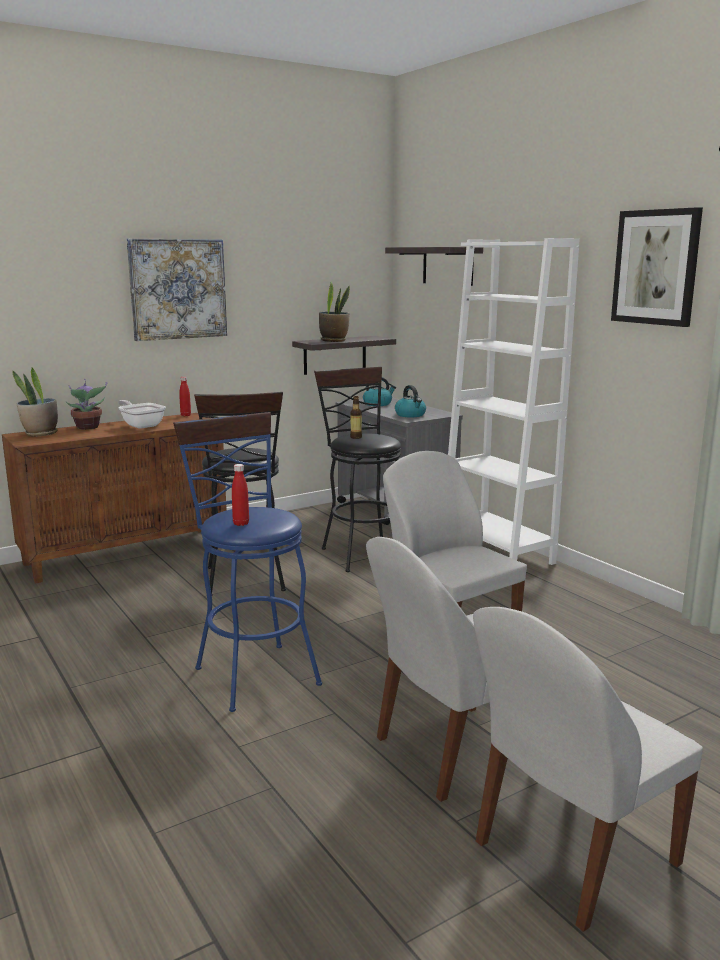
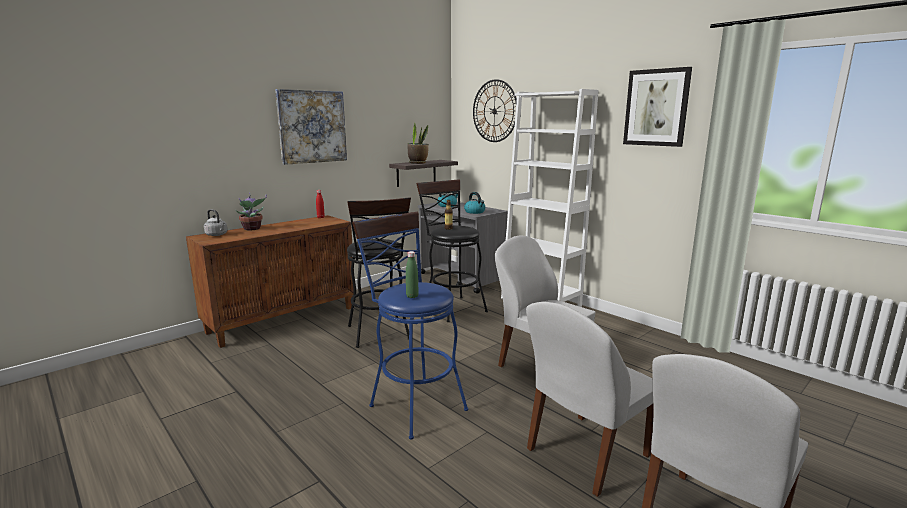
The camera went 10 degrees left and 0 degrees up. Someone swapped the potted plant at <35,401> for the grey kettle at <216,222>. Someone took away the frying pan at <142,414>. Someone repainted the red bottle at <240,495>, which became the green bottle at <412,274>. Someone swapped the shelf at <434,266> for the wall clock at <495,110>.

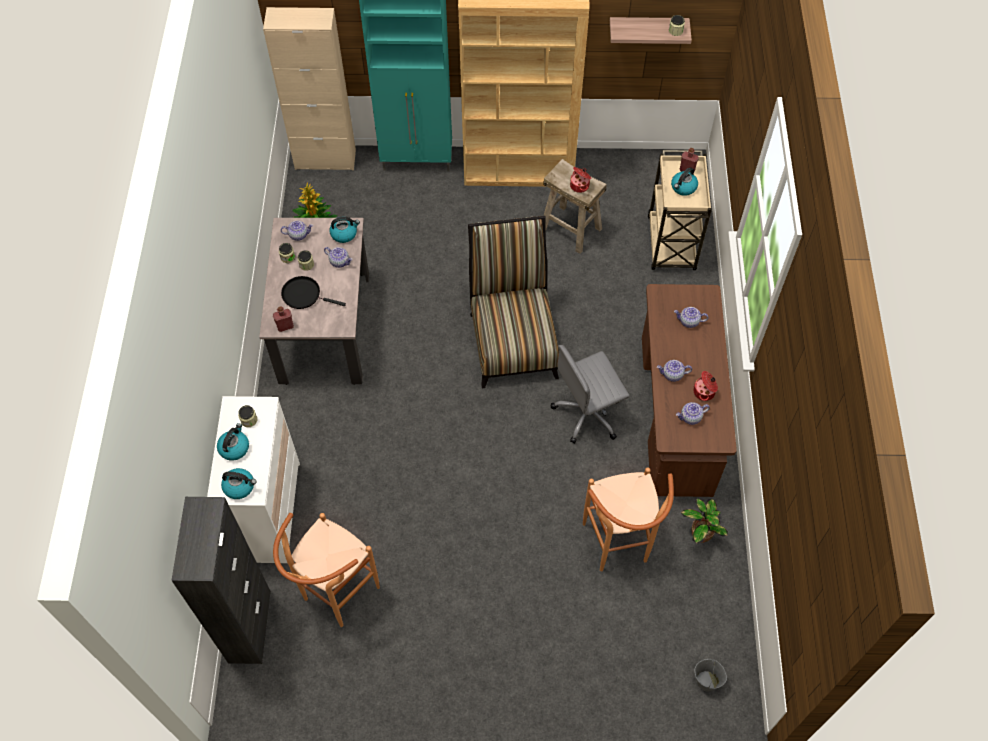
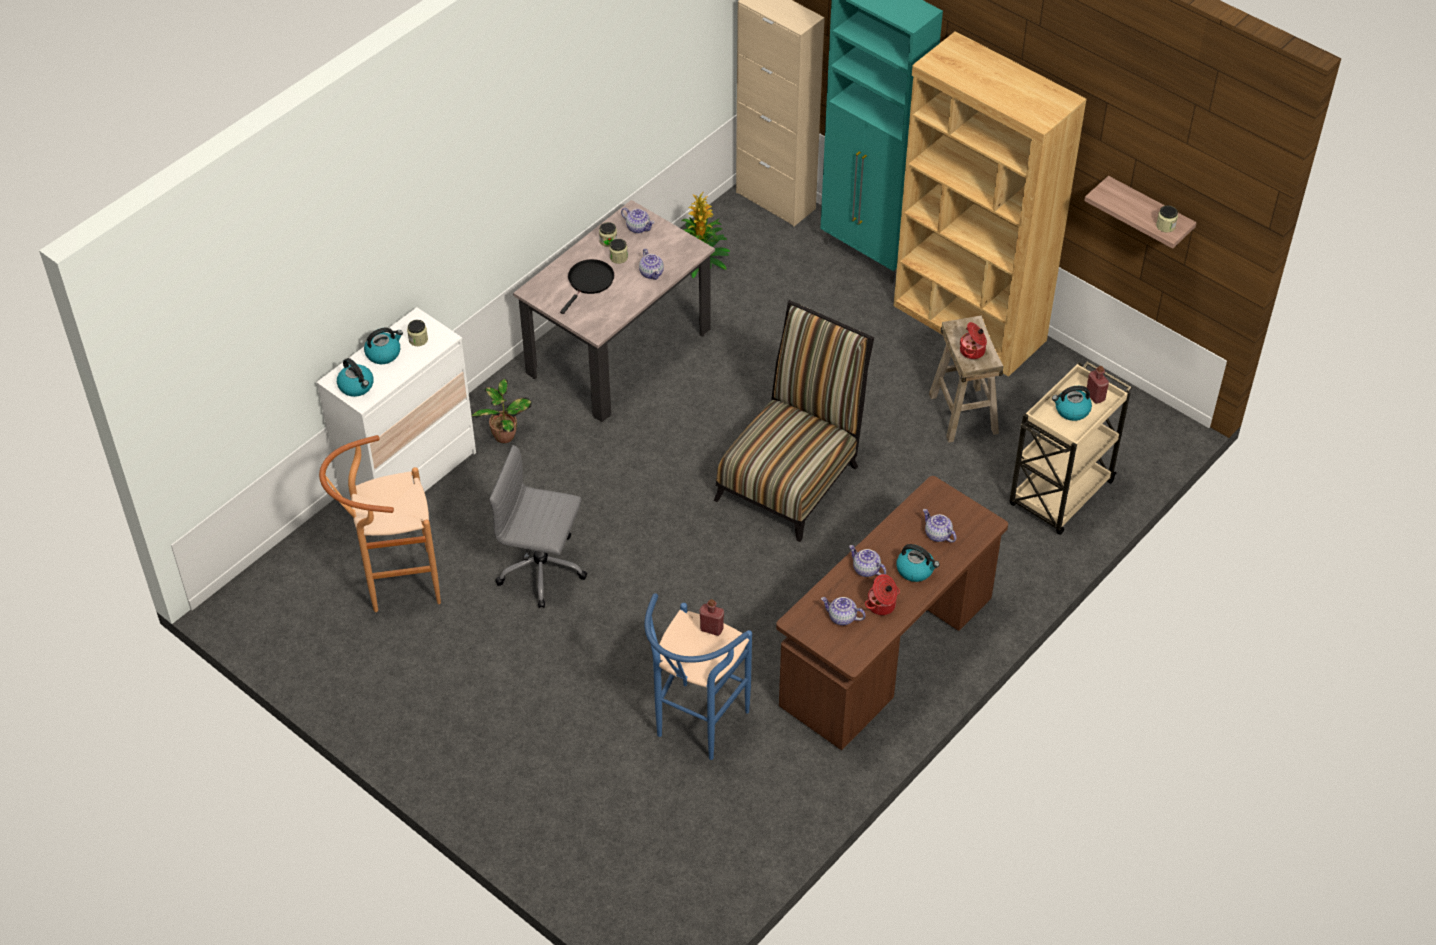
The camera went 40 degrees right and 10 degrees down. Someone took away the black cabinet at <221,580>. Someone carried the red bottle from <283,319> to <712,617>. Someone rotated the black frying pan at <313,292> by 60 degrees clockwise. Someone carried the kettle from <345,230> to <918,563>. Someone carried the grey office chair from <590,394> to <538,526>. Someone repainted the brown stool at <628,519>, which became the blue stool at <698,676>. Someone carried the potted plant from <704,521> to <501,411>. Someone took away the grey bucket at <711,675>.

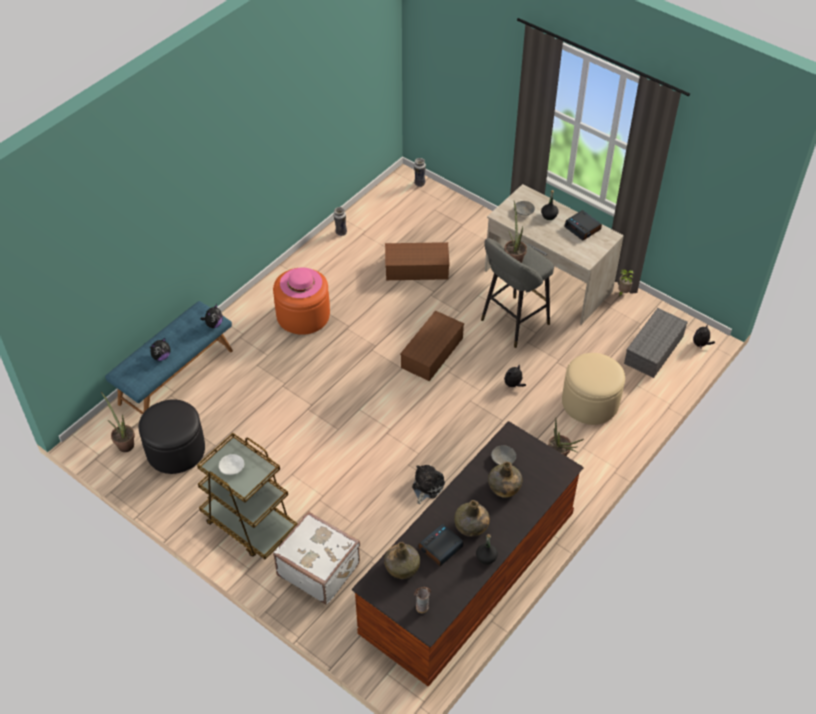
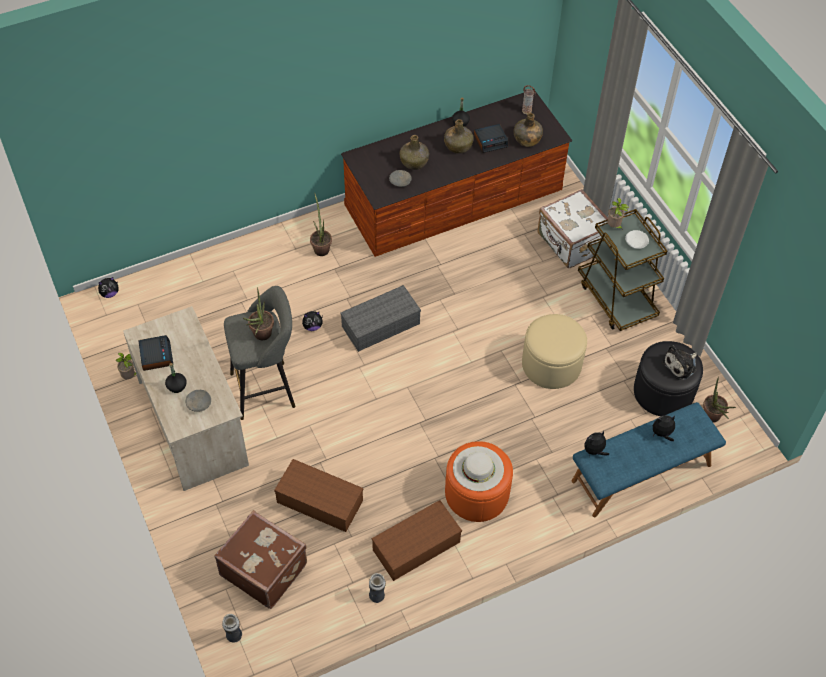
The camera went 155 degrees left and 5 degrees up. Someone repainted the pink hat at <301,283>, which became the white hat at <478,468>. Someone carried the brown storage box from <432,345> to <417,540>. Someone carried the plush toy from <428,484> to <679,362>. Someone carried the beige ottoman from <593,389> to <554,351>. Someone carried the grey storage box from <656,343> to <380,318>. Someone put down the brown suitcase at <260,559>. Someone put down the potted plant at <618,214>.

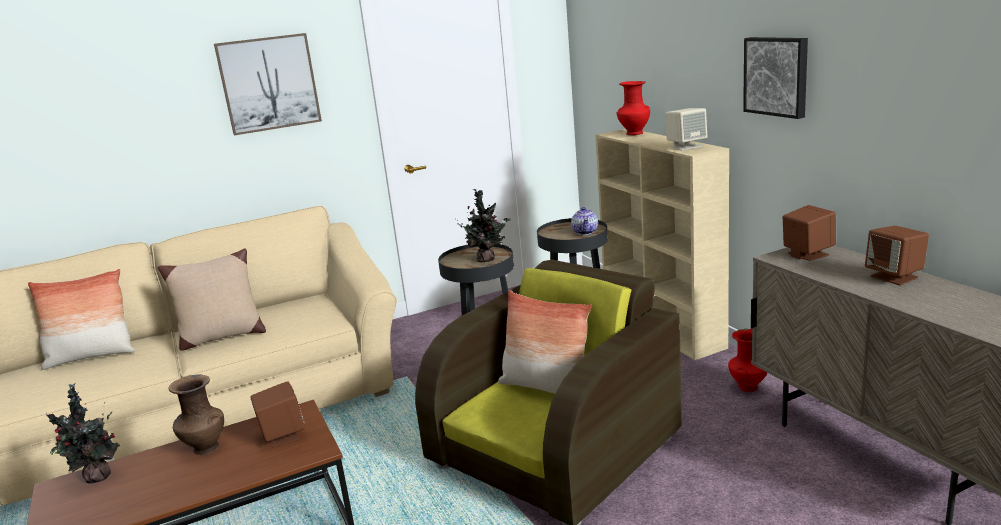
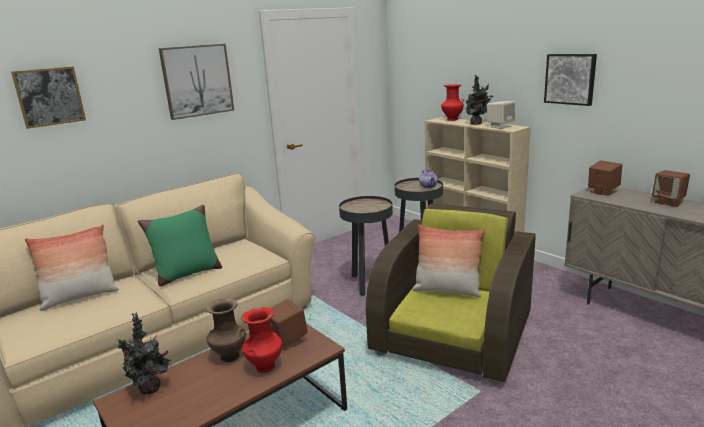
The camera went 15 degrees left and 0 degrees up. Someone repainted the beige pillow at <211,299>, which became the green pillow at <180,245>. Someone carried the potted plant from <484,225> to <477,100>. Someone carried the red vase from <747,360> to <262,340>. Someone put up the picture at <48,97>.

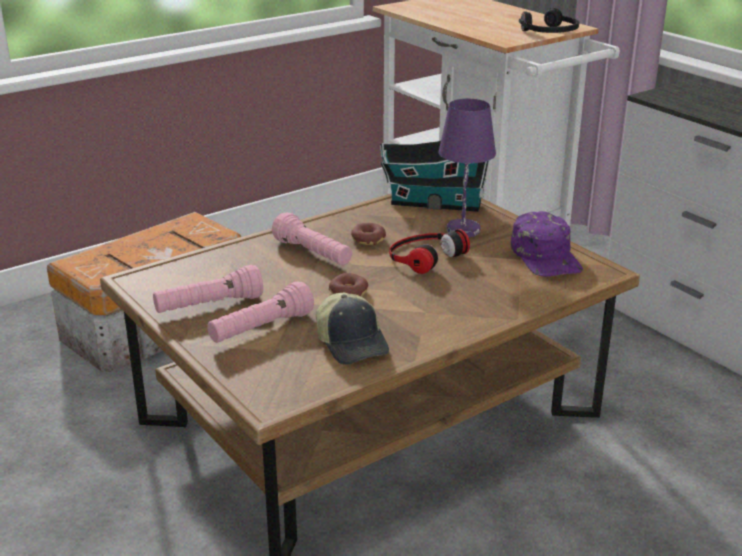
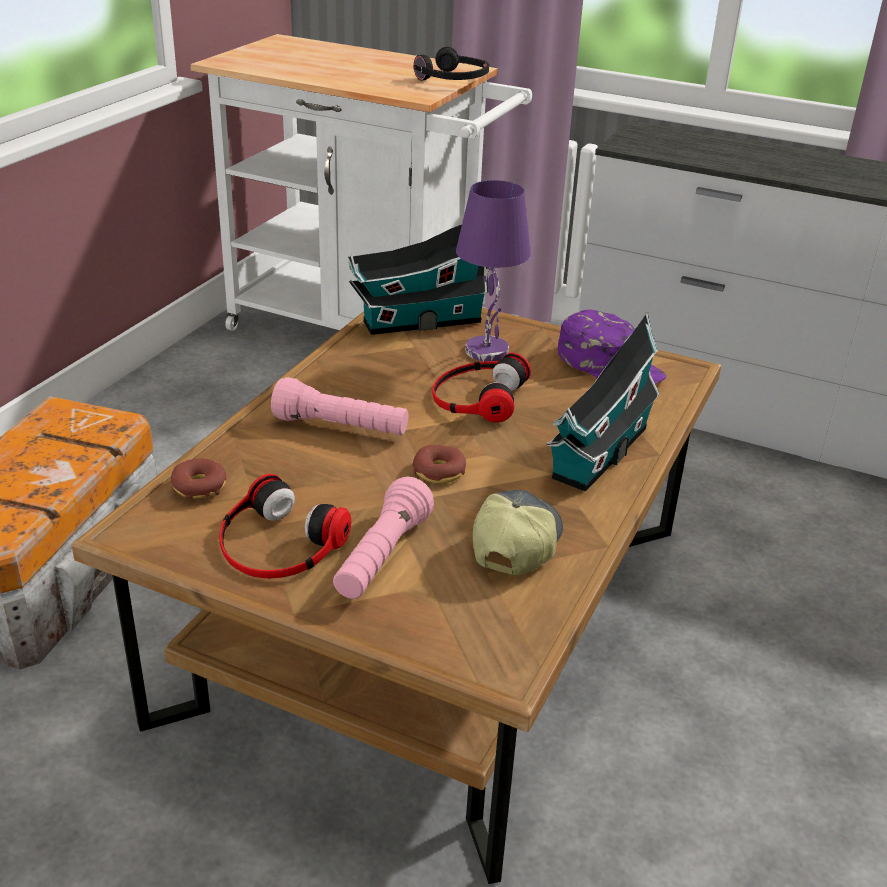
The camera went 30 degrees left and 5 degrees up. Someone swapped the pink flashlight at <208,289> for the headphones at <285,526>. Someone rotated the cap at <352,329> by 105 degrees counterclockwise. Someone carried the donut from <368,234> to <199,478>. Someone put down the toy house at <603,402>.

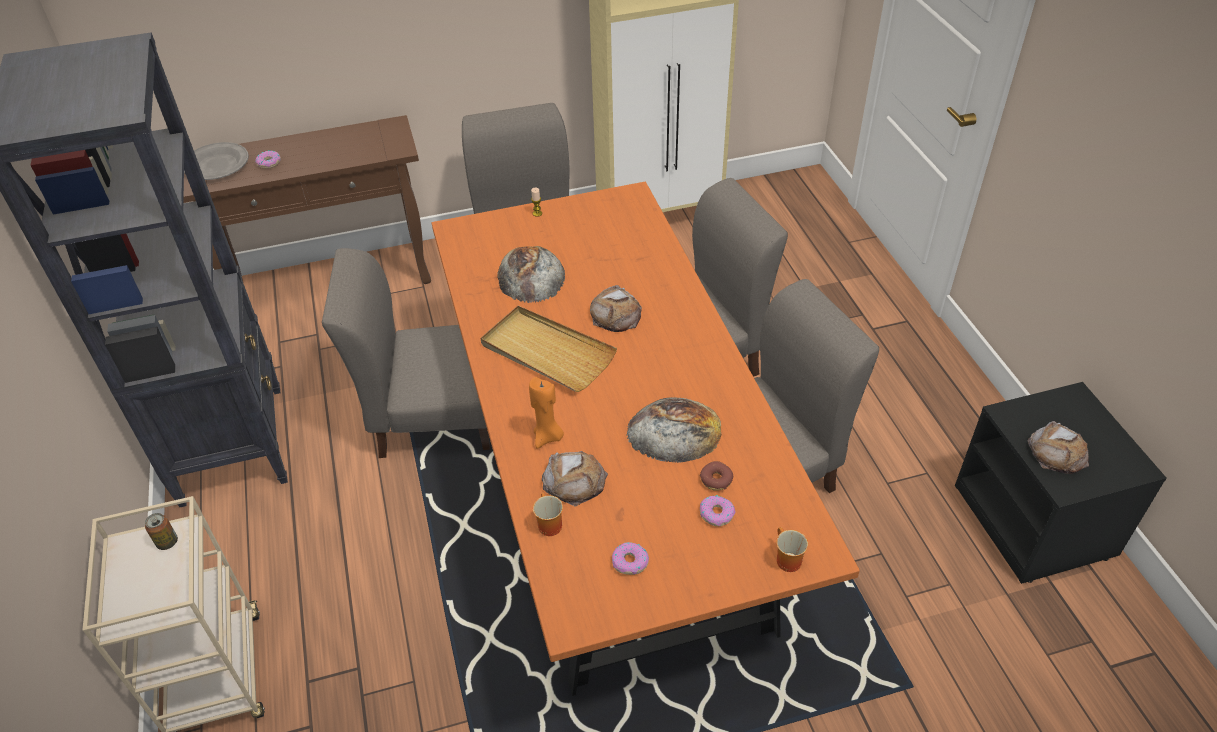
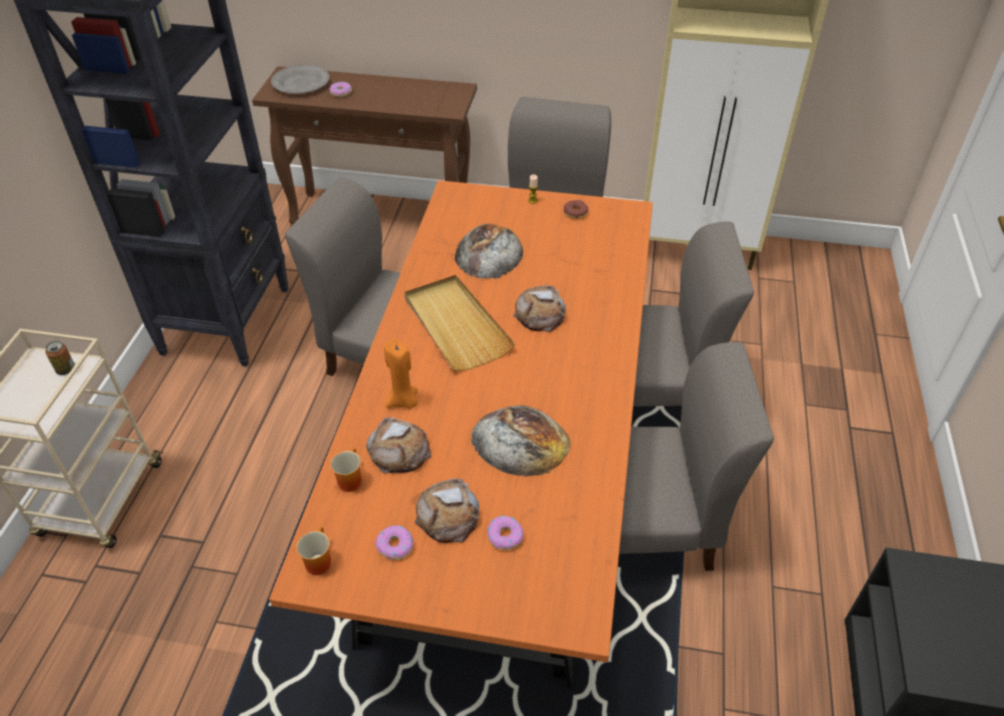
The camera went 25 degrees right and 0 degrees up. Someone carried the donut from <716,476> to <576,209>. Someone carried the mug from <792,549> to <313,551>. Someone carried the bread from <1058,447> to <447,510>.

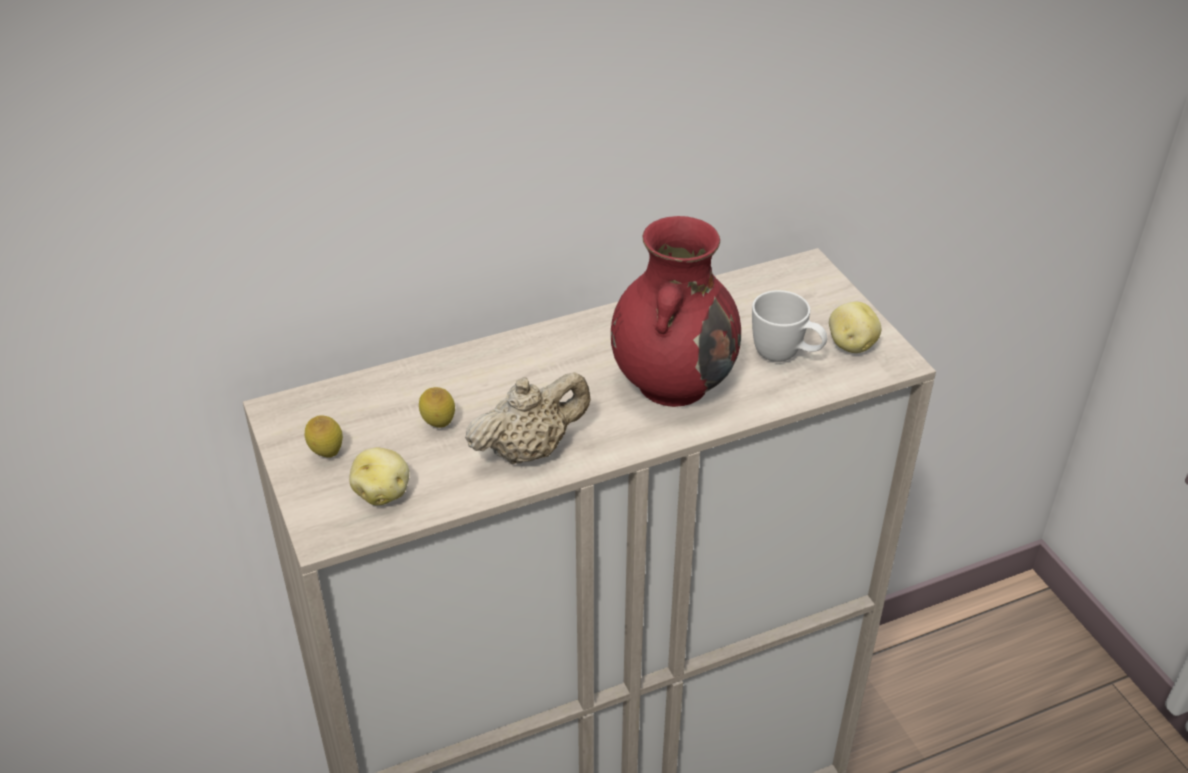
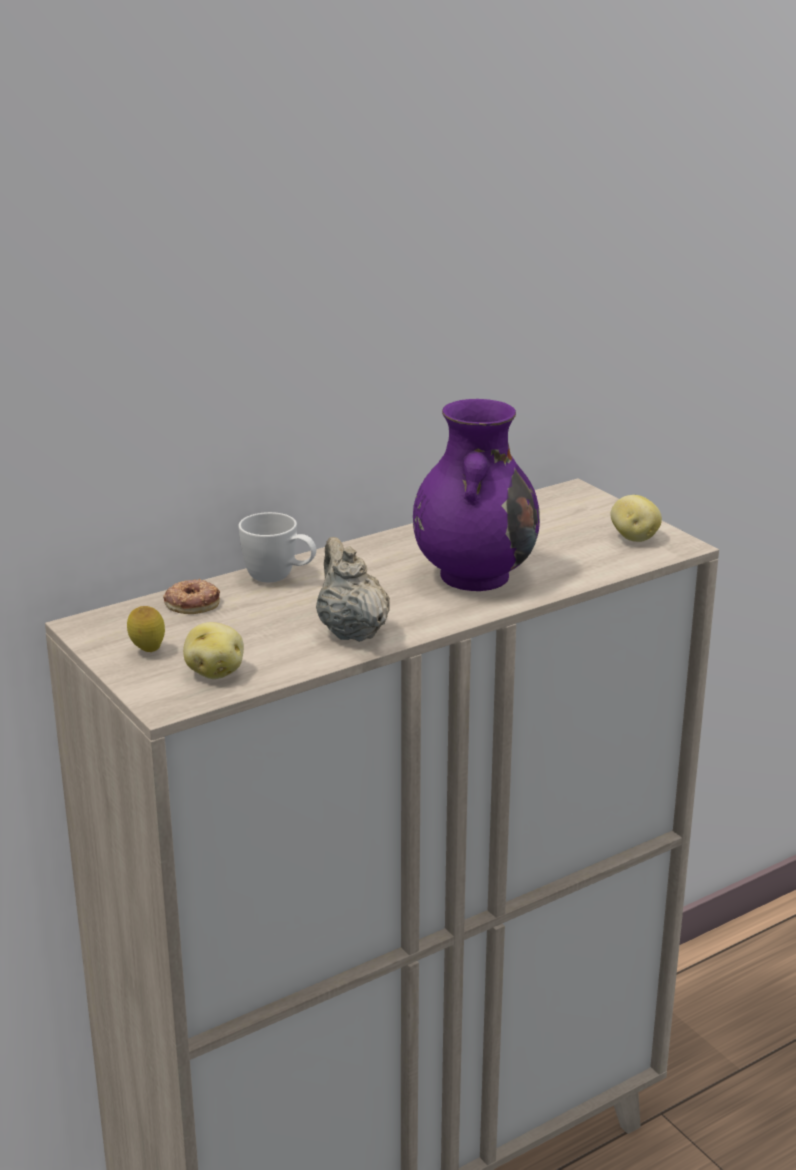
The camera went 10 degrees left and 15 degrees down. Someone took away the lemon at <437,407>. Someone rotated the beige teapot at <528,418> by 75 degrees counterclockwise. Someone repainted the red vase at <676,311>, which became the purple vase at <476,495>. Someone carried the white mug from <789,326> to <277,547>. Someone put down the donut at <191,596>.

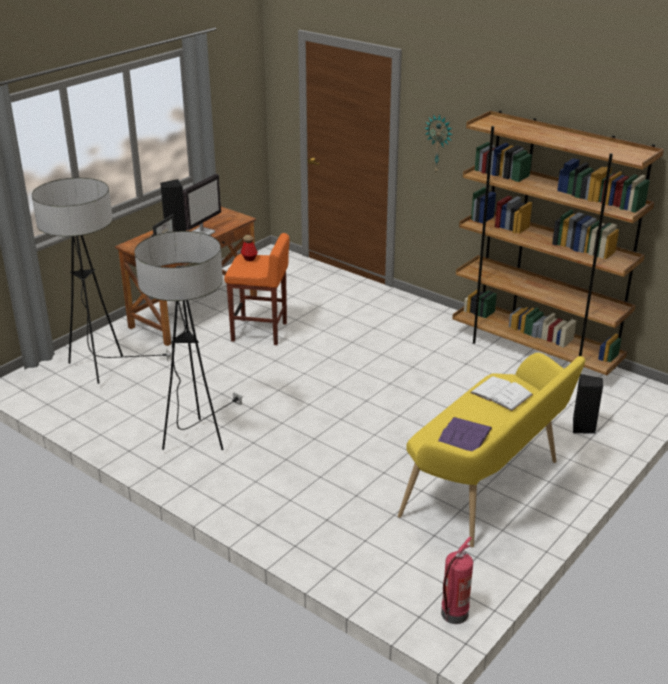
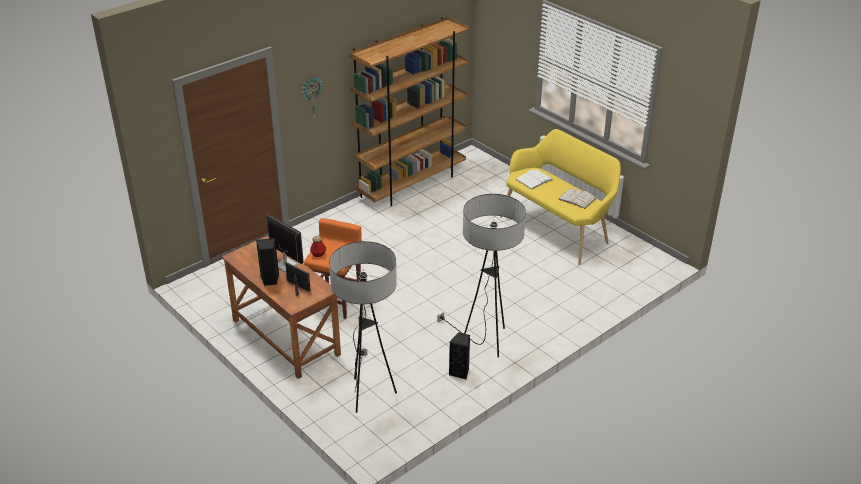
The camera went 80 degrees left and 5 degrees up. Someone repainted the purple book at <465,434>, which became the white book at <577,198>. Someone took away the fire extinguisher at <457,580>. Someone carried the black speaker from <588,404> to <459,355>.

